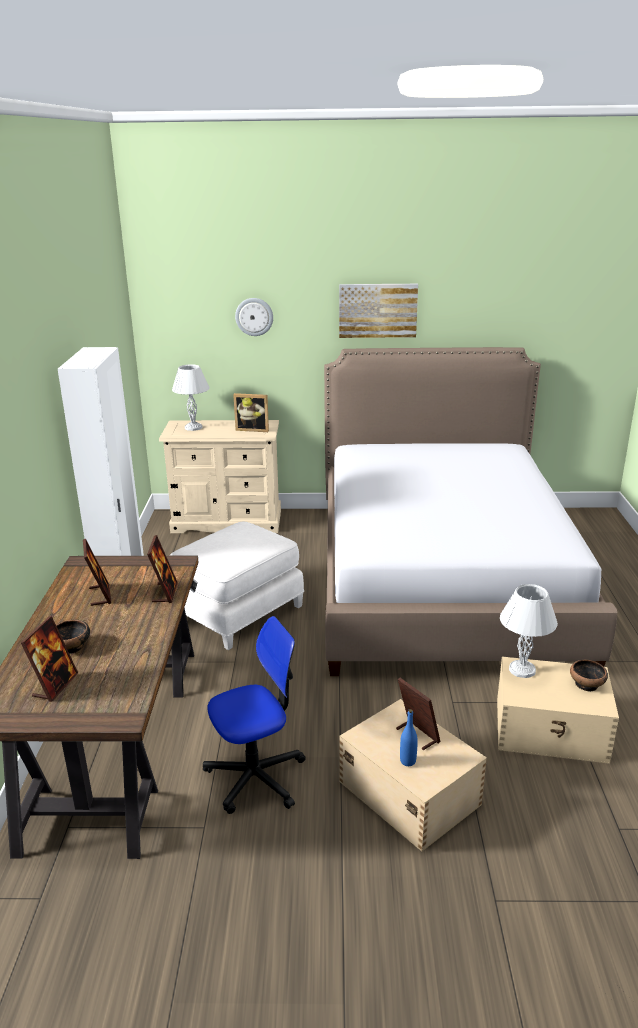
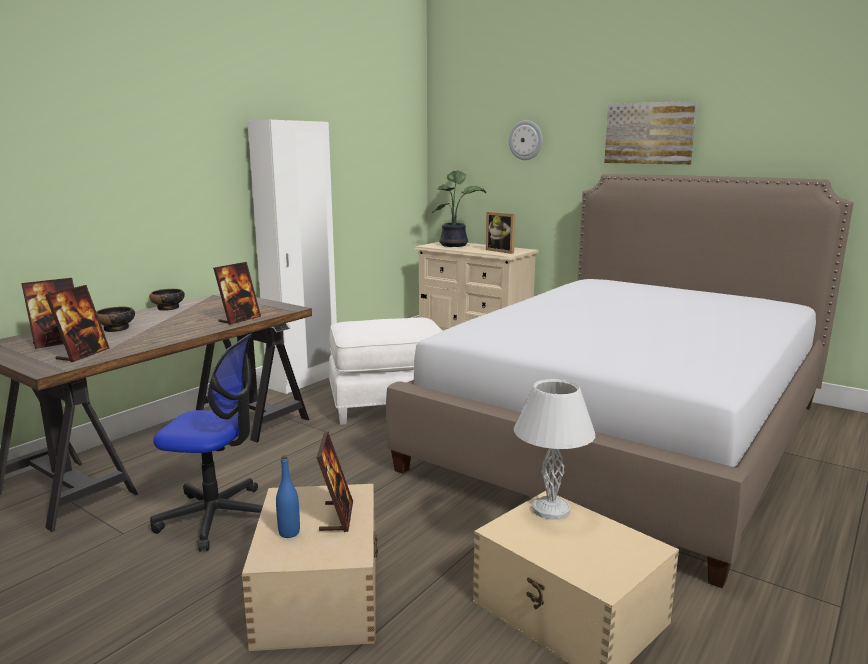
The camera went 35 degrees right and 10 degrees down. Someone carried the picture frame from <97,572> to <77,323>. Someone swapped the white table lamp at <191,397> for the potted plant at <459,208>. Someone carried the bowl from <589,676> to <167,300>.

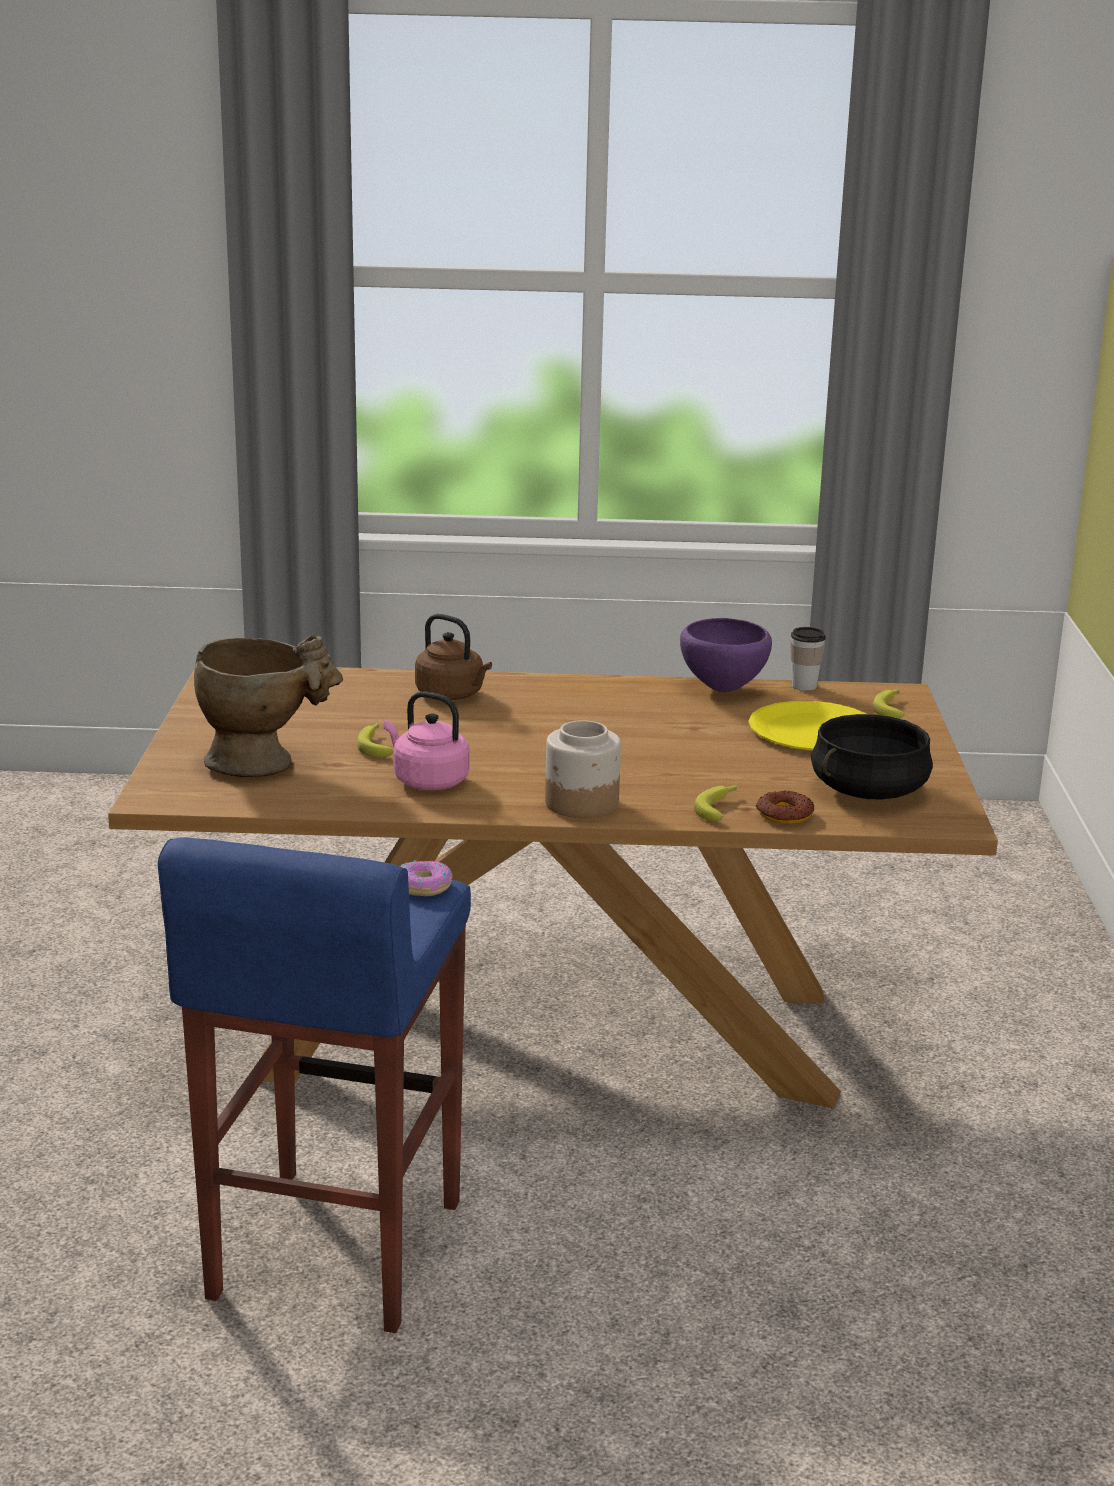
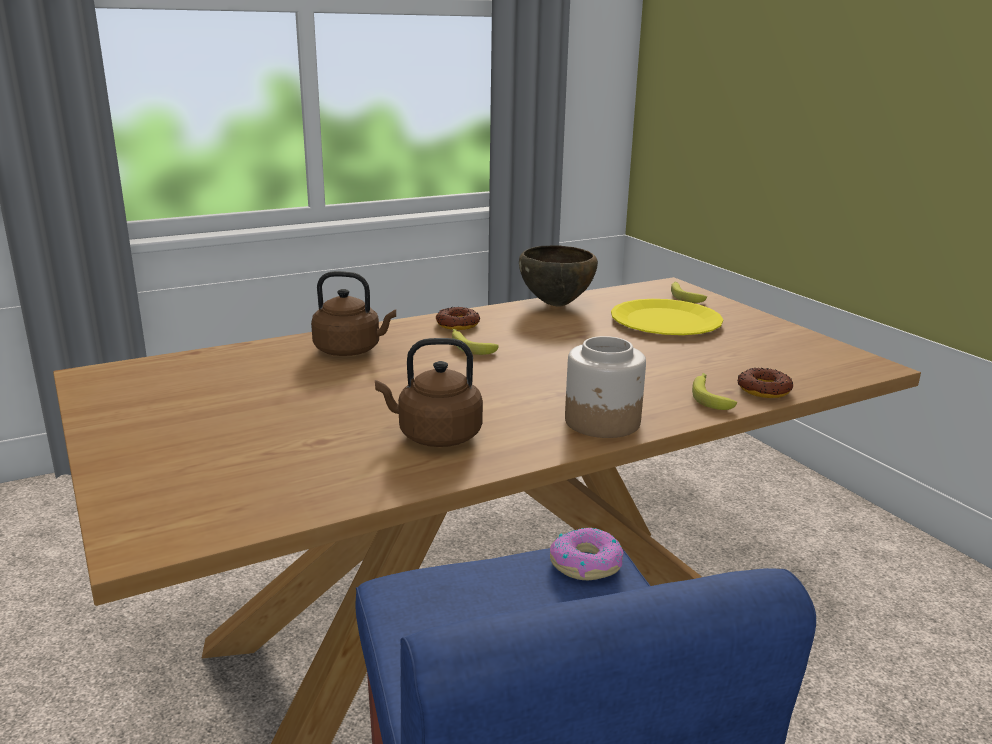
The camera went 30 degrees left and 0 degrees up. Someone took away the beige vase at <268,706>. Someone carried the banana from <375,740> to <475,342>. Someone repainted the pink kettle at <426,740>, which became the brown kettle at <429,392>. Someone repainted the purple bowl at <726,655>, which became the brown bowl at <558,275>. Someone took away the cup at <808,659>. Someone took away the black cooking pot at <872,756>. Someone put down the donut at <458,318>.

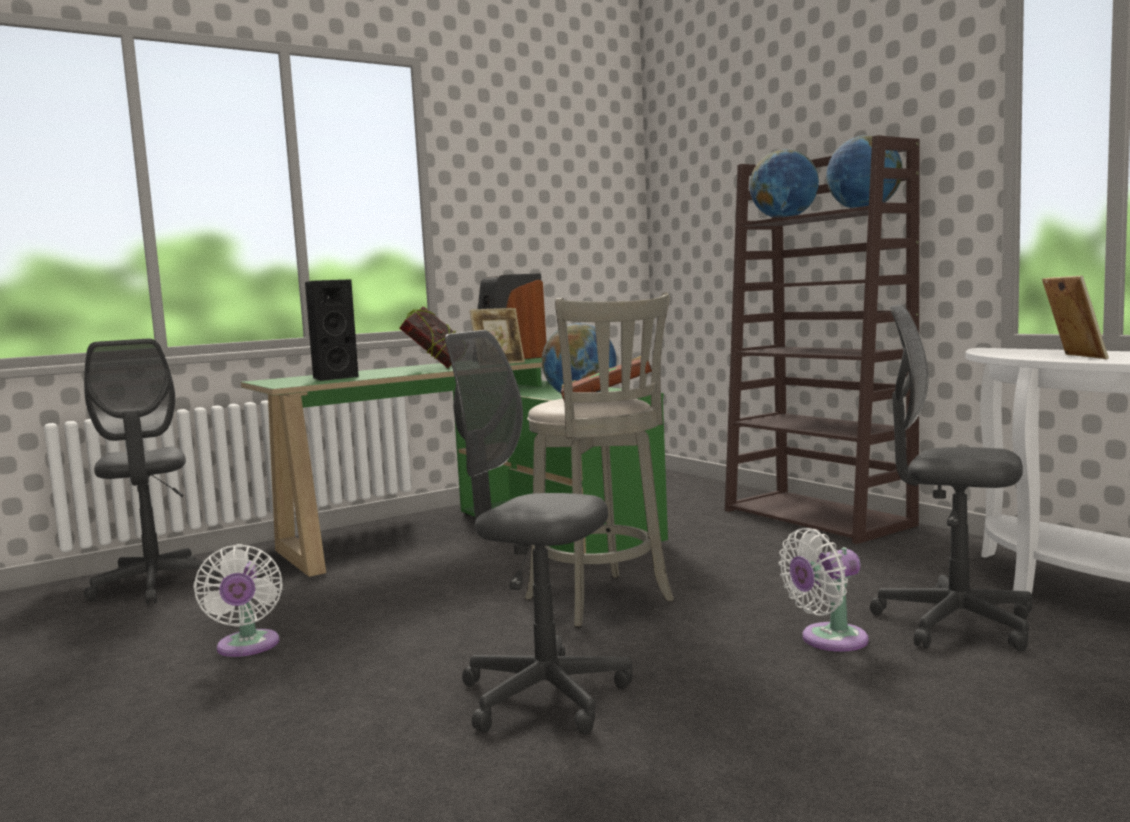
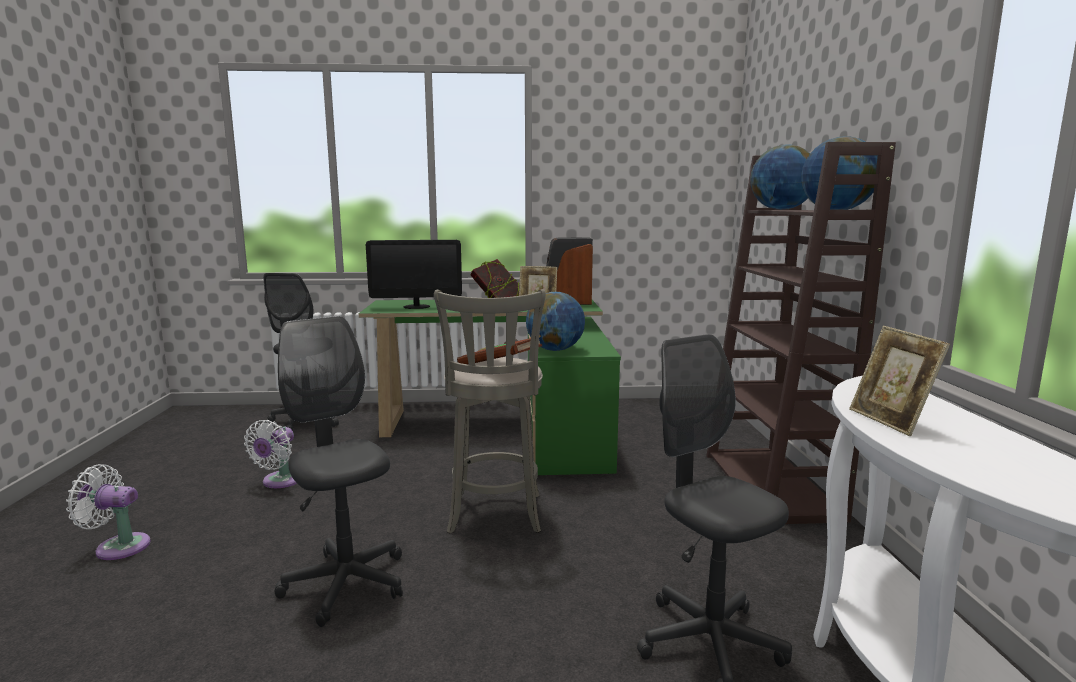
The camera went 30 degrees right and 5 degrees up. Someone swapped the black speaker at <332,330> for the monitor at <414,274>. Someone carried the white fan from <823,590> to <108,512>. Someone rotated the picture frame at <1075,317> by 135 degrees clockwise.

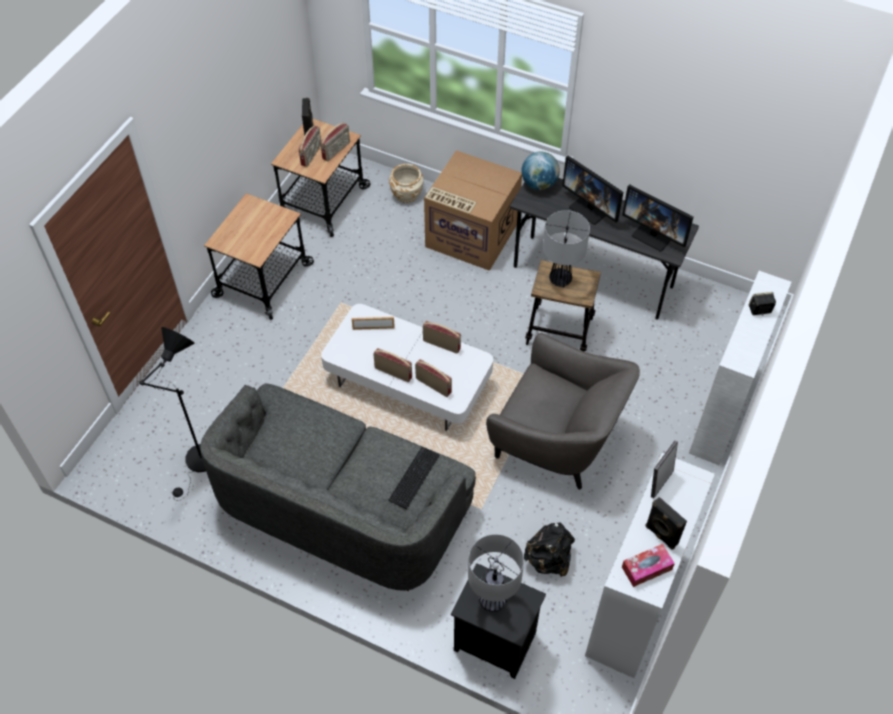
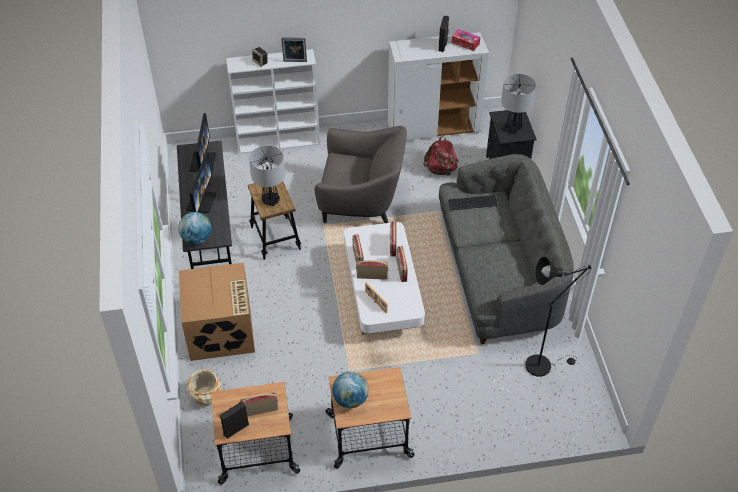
The camera went 125 degrees left and 5 degrees down. Someone carried the radio from <335,142> to <372,270>. Someone rotated the grey armchair at <563,411> by 105 degrees clockwise. Someone repainted the black backpack at <549,549>, which became the red backpack at <441,156>. Someone carried the picture frame from <664,469> to <294,49>. Someone put down the globe at <350,389>.

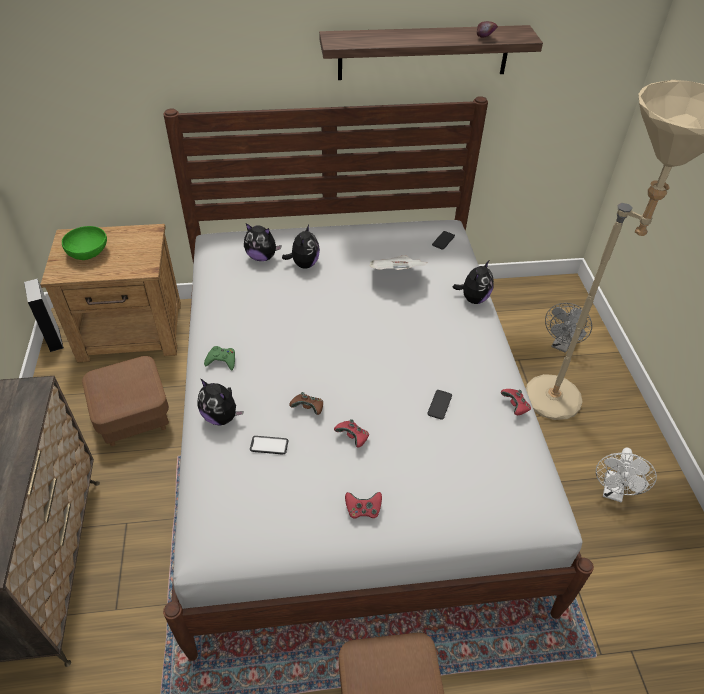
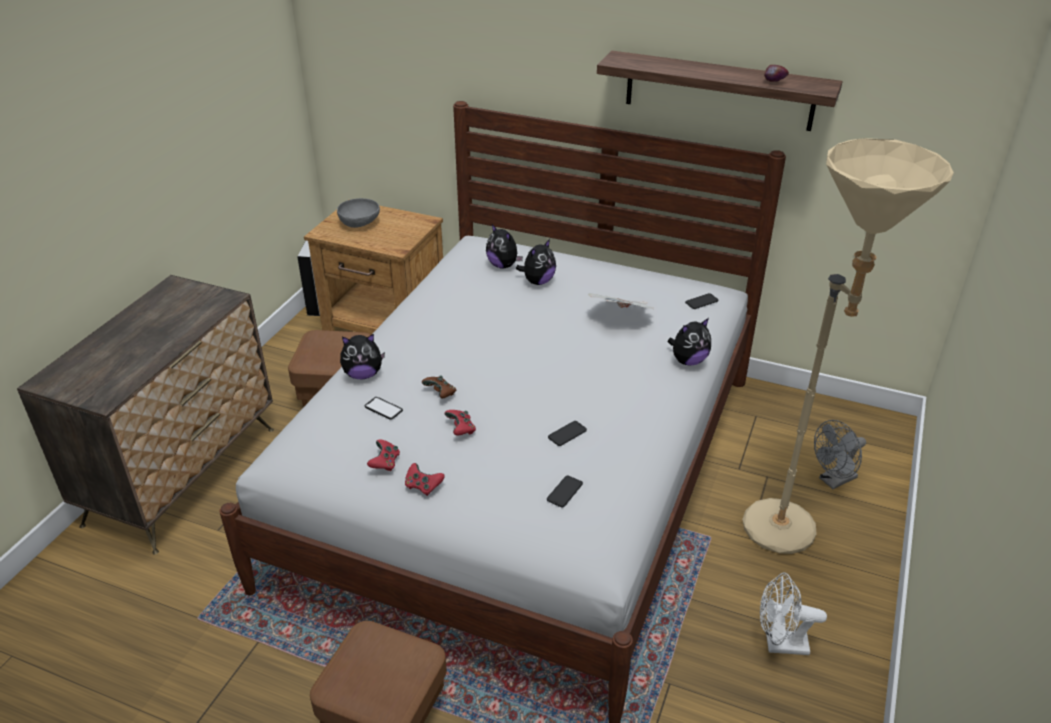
The camera went 30 degrees right and 10 degrees down. Someone repainted the green bowl at <84,243>, which became the grey bowl at <358,213>. Someone rotated the plush toy at <220,402> by 75 degrees counterclockwise. Someone took away the green game controller at <219,358>. Someone carried the red game controller from <516,402> to <383,455>. Someone rotated the white fan at <626,475> by 45 degrees clockwise. Someone put down the phone at <565,491>.

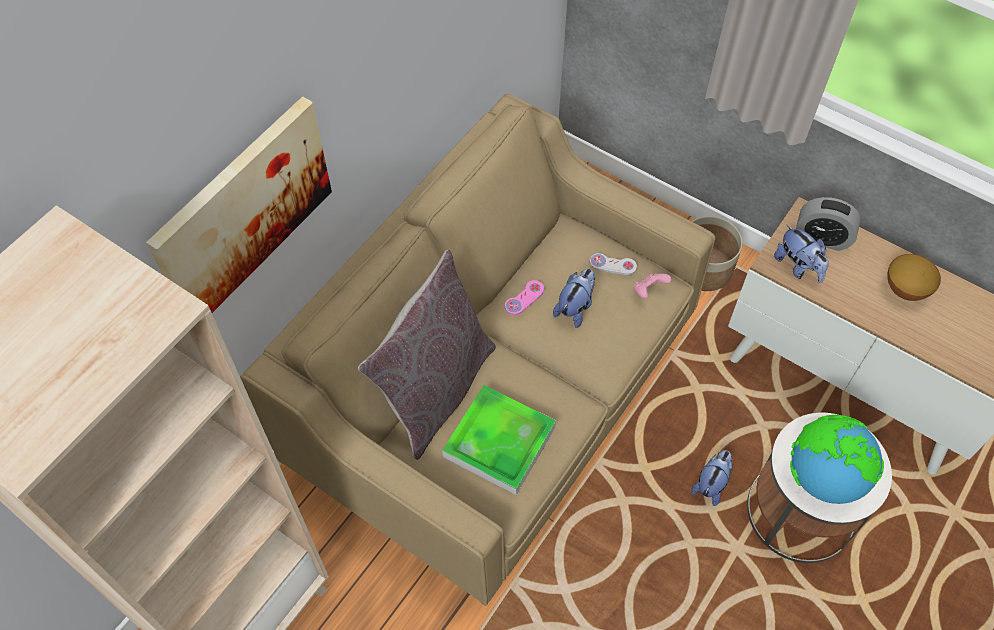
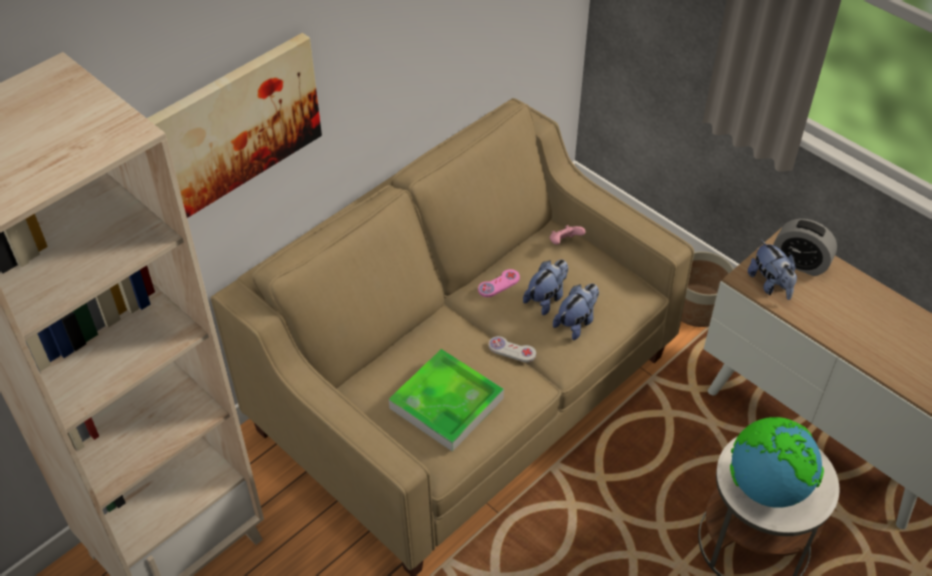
The camera went 10 degrees right and 10 degrees down. Someone took away the grey pillow at <427,354>. Someone carried the white game controller from <613,264> to <512,349>. Someone carried the pink game controller from <653,286> to <568,235>. Someone carried the plush toy from <712,478> to <576,311>. Someone took away the bowl at <914,277>.

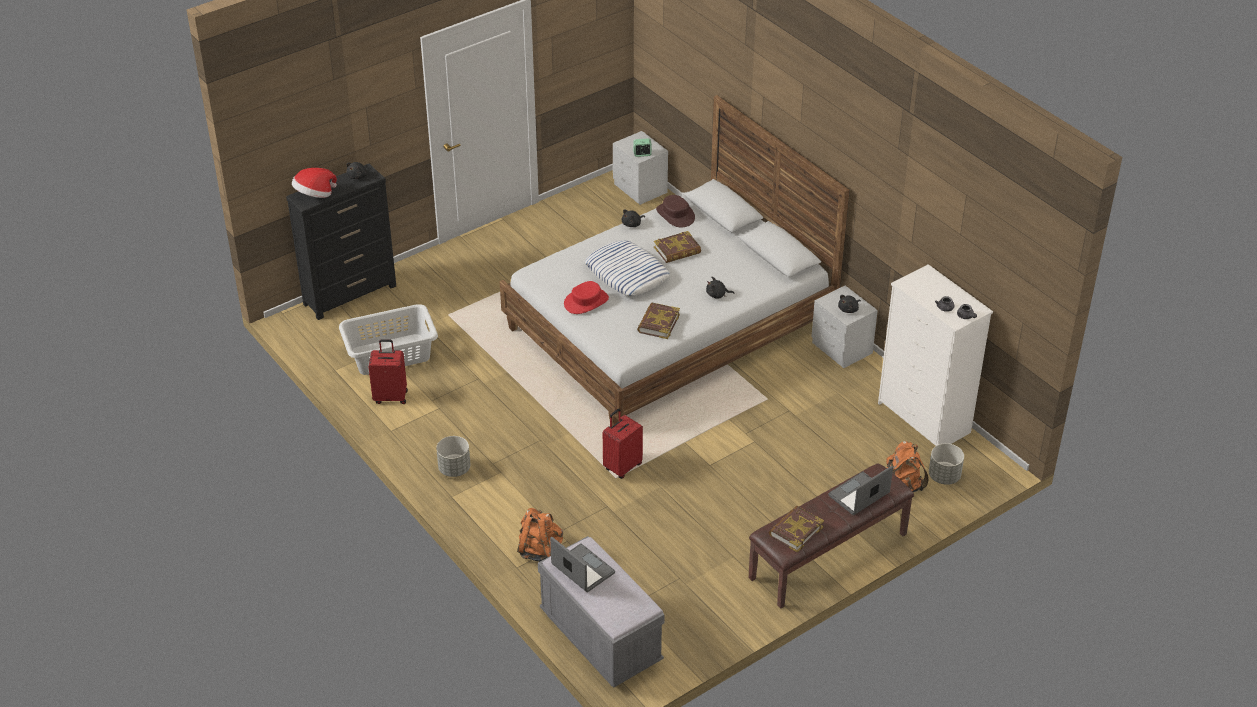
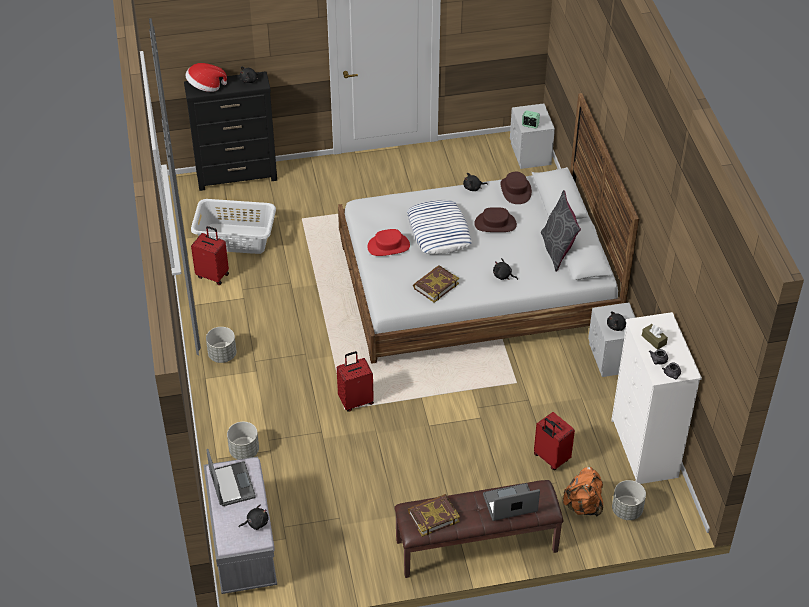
The camera went 25 degrees right and 5 degrees up. Someone swapped the orange backpack at <540,535> for the grey planter at <243,440>. Someone swapped the book at <677,247> for the brown hat at <495,219>. Someone put down the black plush toy at <253,517>. Someone put down the red suitcase at <554,441>. Someone put down the grey pillow at <561,230>. Someone put down the brown tissue box at <655,337>.

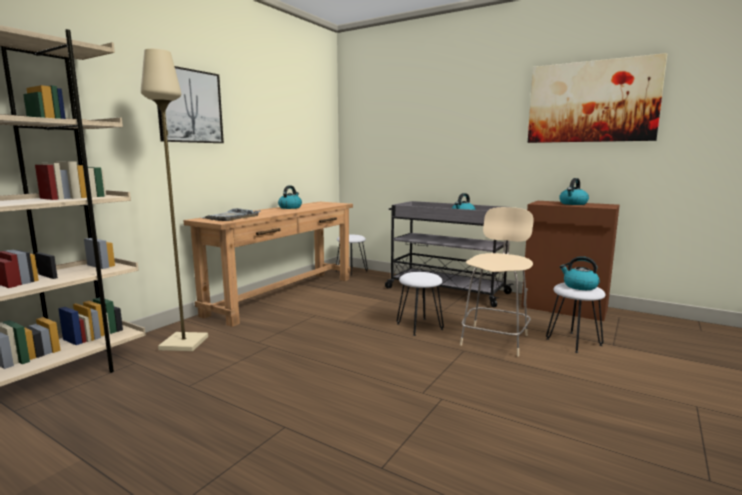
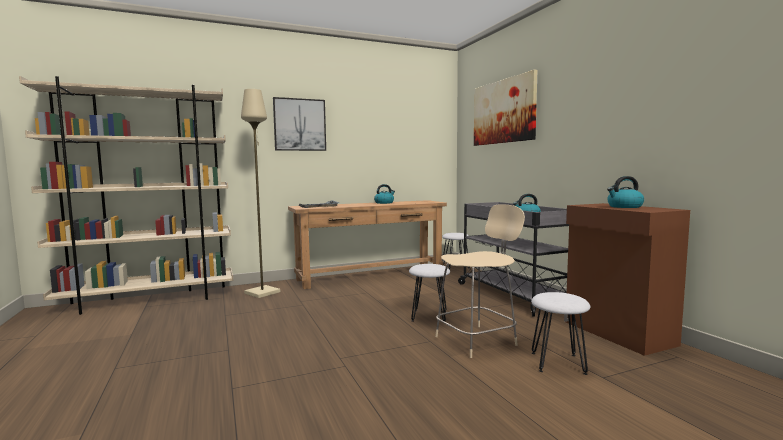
The camera went 35 degrees right and 5 degrees down. Someone carried the picture from <597,98> to <506,107>. Someone took away the kettle at <580,273>.

